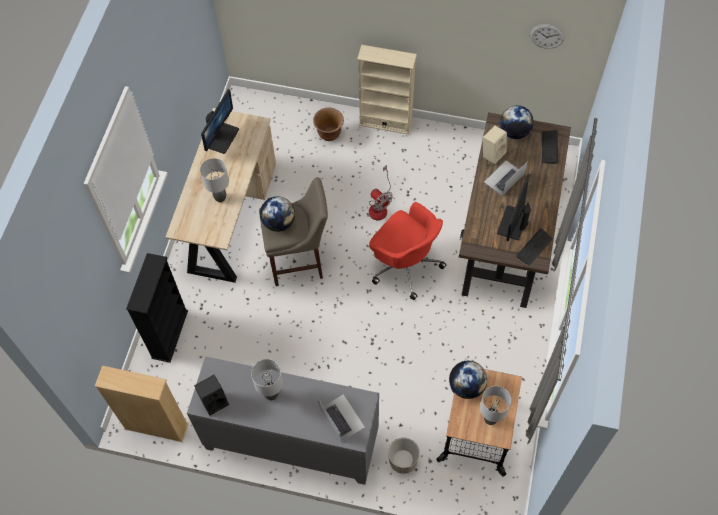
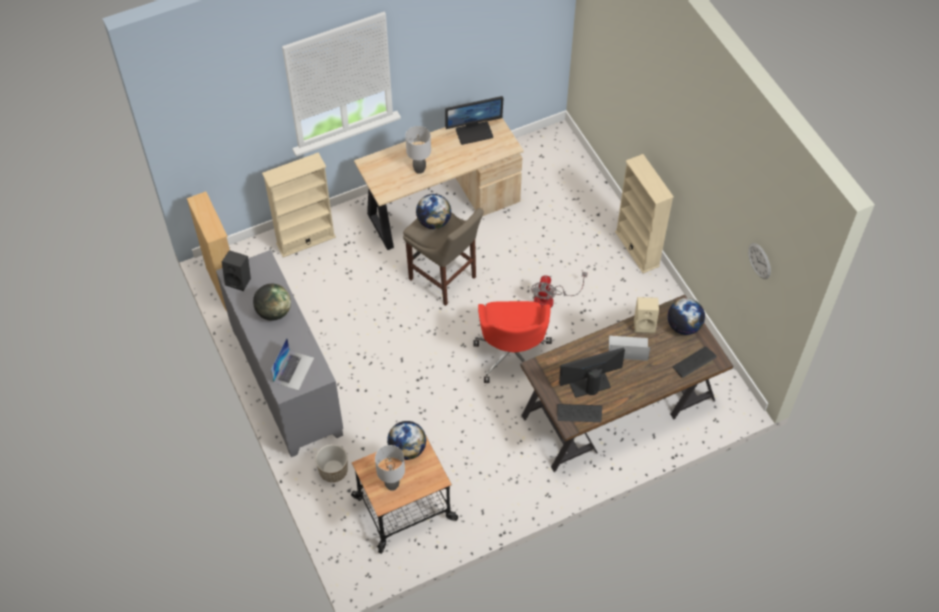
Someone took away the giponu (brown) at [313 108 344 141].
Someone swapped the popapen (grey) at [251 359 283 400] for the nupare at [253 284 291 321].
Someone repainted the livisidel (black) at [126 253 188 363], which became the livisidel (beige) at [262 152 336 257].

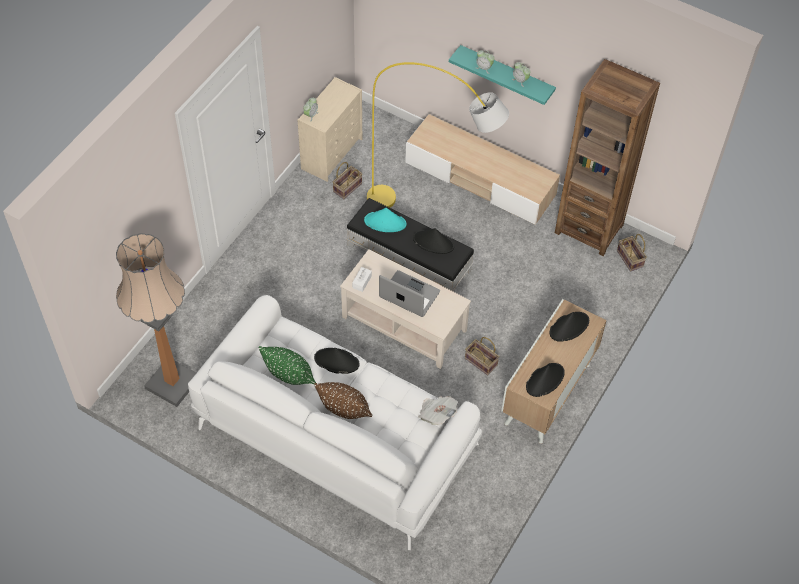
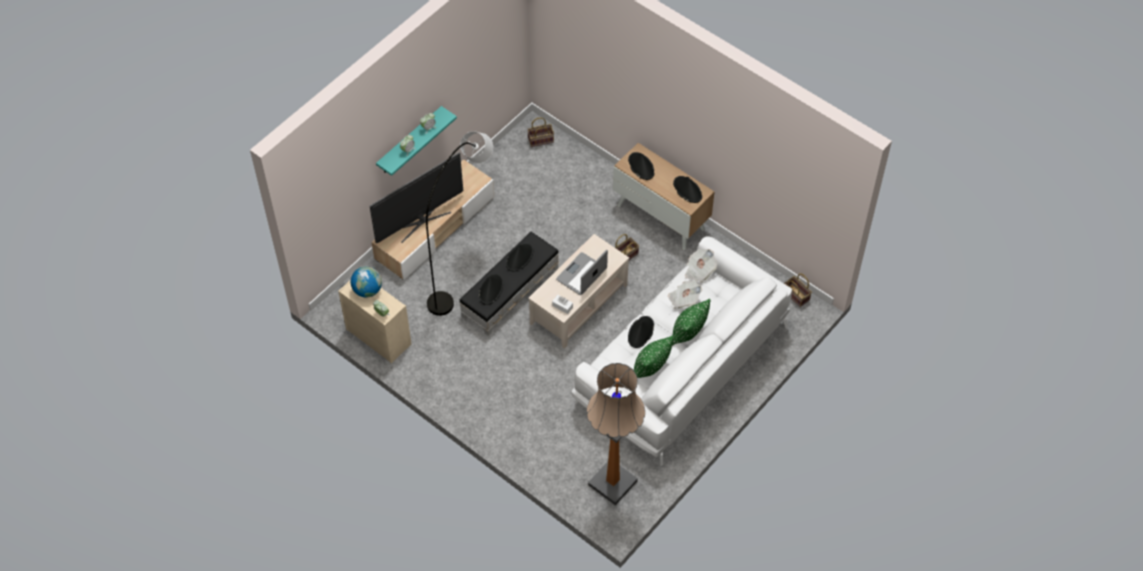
Someone took away the livisidel (brown) at [555 59 660 256].
Someone put down the nupare at [351 266 382 297].
Someone put down the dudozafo at [370 152 463 243].
Someone put down the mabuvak at [668 280 702 309].
Someone carried the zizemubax from [332 162 362 199] to [784 273 812 307].
Someone repainted the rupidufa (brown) at [314 382 372 419], which became the rupidufa (green) at [673 299 710 345].
Someone repainted the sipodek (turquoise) at [364 208 407 232], which became the sipodek (black) at [479 274 503 305].
Someone repainted the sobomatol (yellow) at [367 62 509 208], which became the sobomatol (grey) at [426 131 493 316].

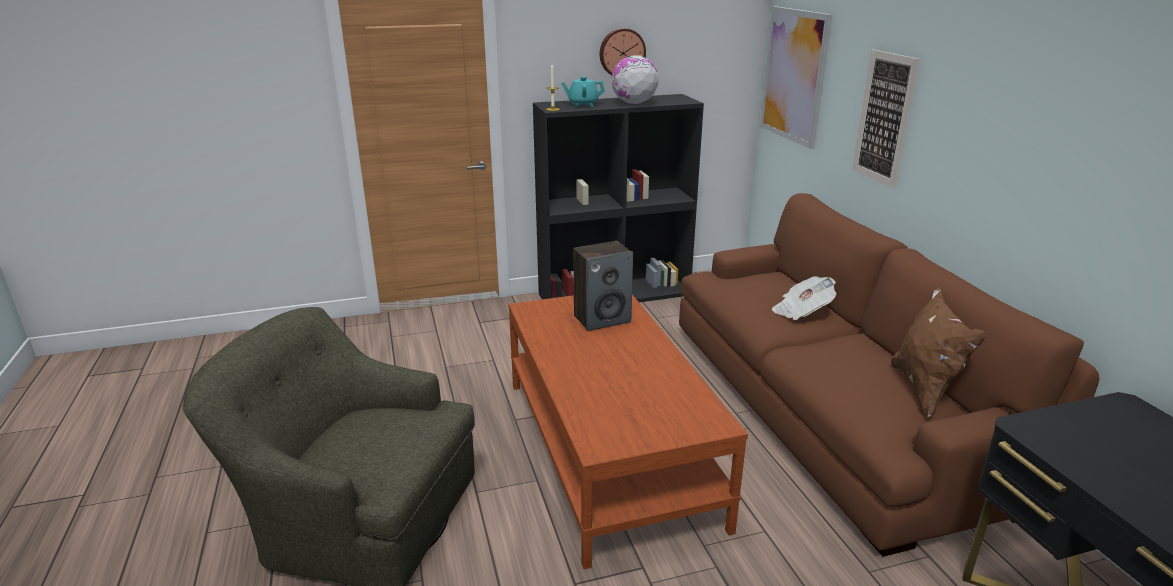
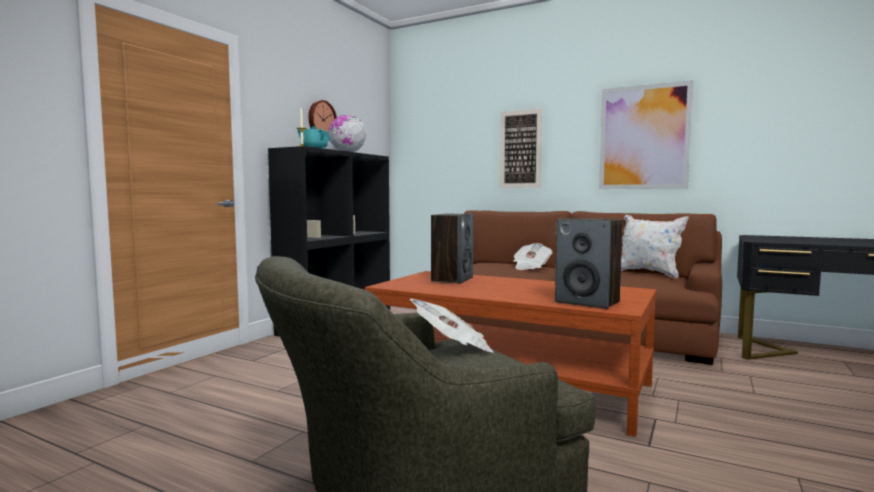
Someone put down the mabuvak at [410 299 495 353].
Someone put down the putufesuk at [555 218 623 309].
Someone carried the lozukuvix from [760 6 832 149] to [599 80 693 189].
Someone repainted the rupidufa (brown) at [891 286 987 418], which became the rupidufa (white) at [621 215 689 278].

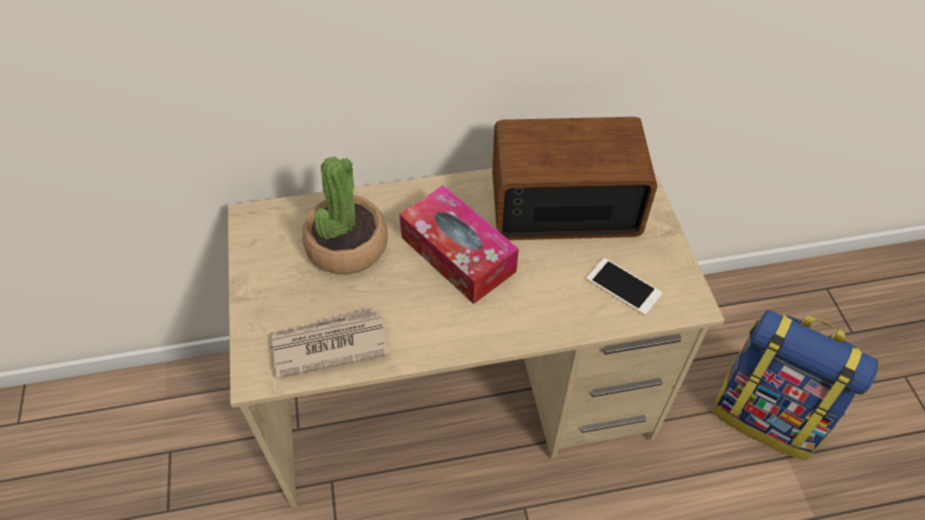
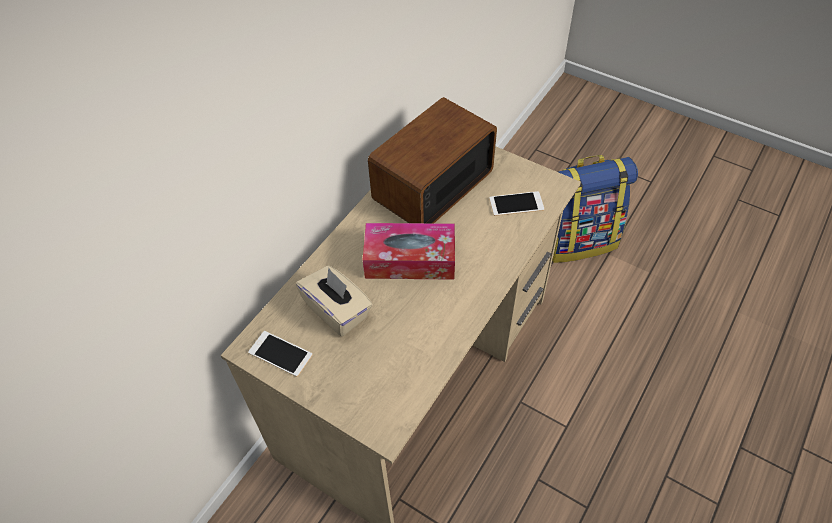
Someone took away the mabuvak at [269 307 389 379].
Someone put down the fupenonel at [248 331 313 377].
Someone swapped the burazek at [302 157 388 274] for the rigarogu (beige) at [296 265 373 337].

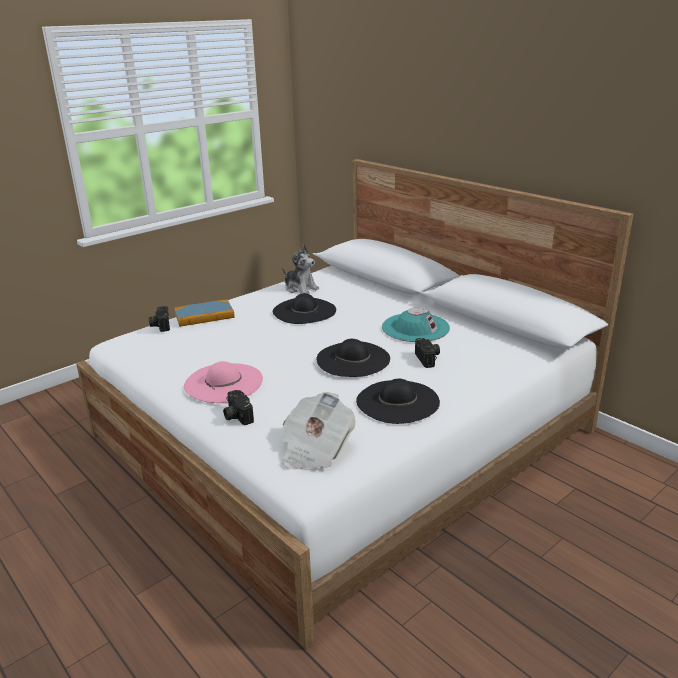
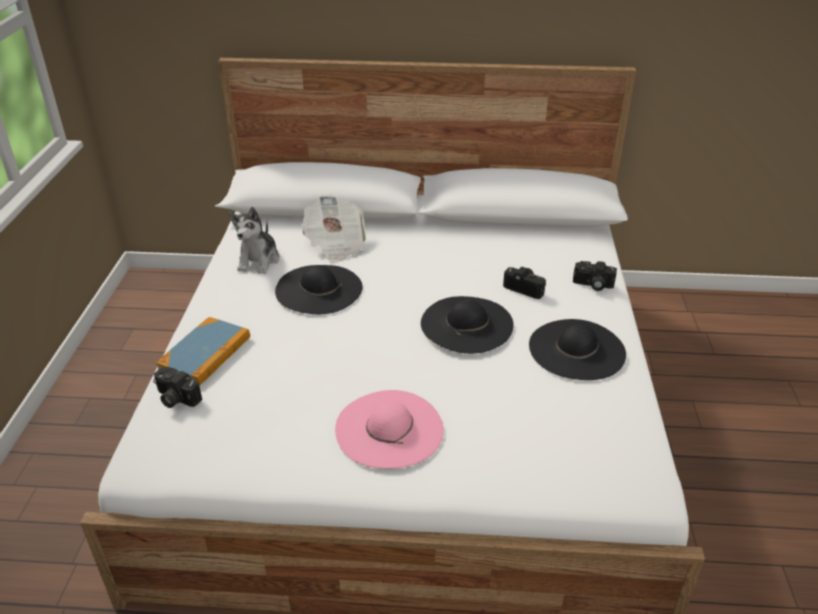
Someone took away the sipodek (turquoise) at [382 308 450 342].
Someone carried the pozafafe from [223 390 254 425] to [573 261 617 291].
Someone carried the mabuvak from [281 392 356 469] to [302 195 366 263].
Someone rotated the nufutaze at [282 245 319 294] by 105 degrees clockwise.

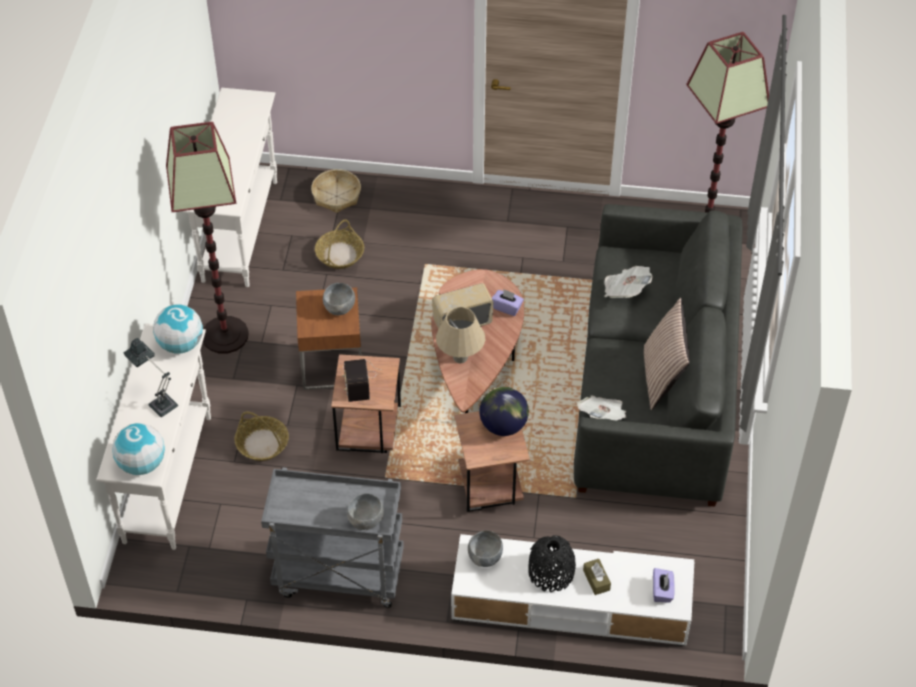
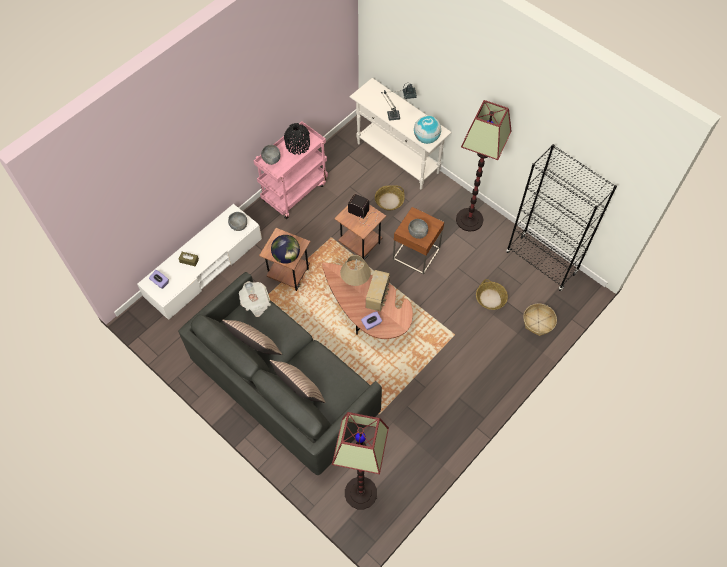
Someone took away the nupare at [112 423 165 475].
Someone took away the mabuvak at [604 266 653 298].
Someone put down the rupidufa at [269 360 326 403].
Someone carried the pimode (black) from [528 535 576 592] to [284 123 310 154].
Someone swapped the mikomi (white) at [183 88 277 287] for the livisidel (black) at [506 144 617 291].
Someone repainted the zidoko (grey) at [261 467 404 608], which became the zidoko (pink) at [254 121 328 219].

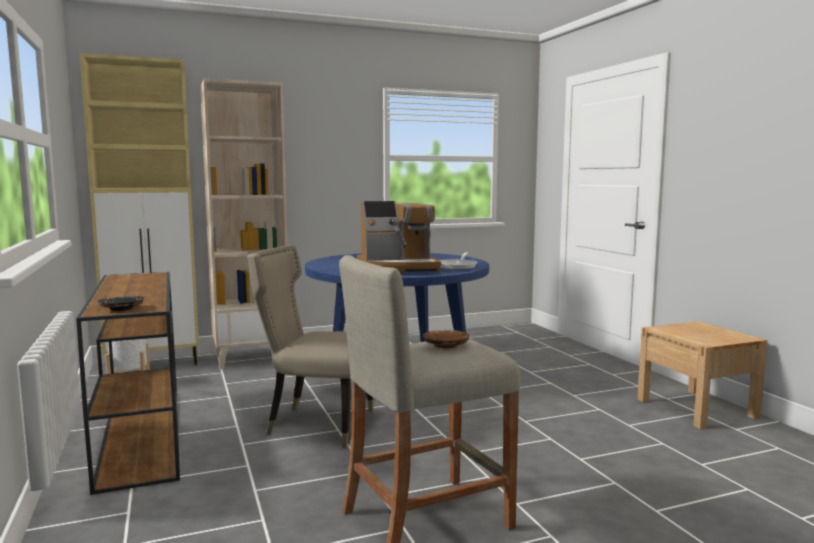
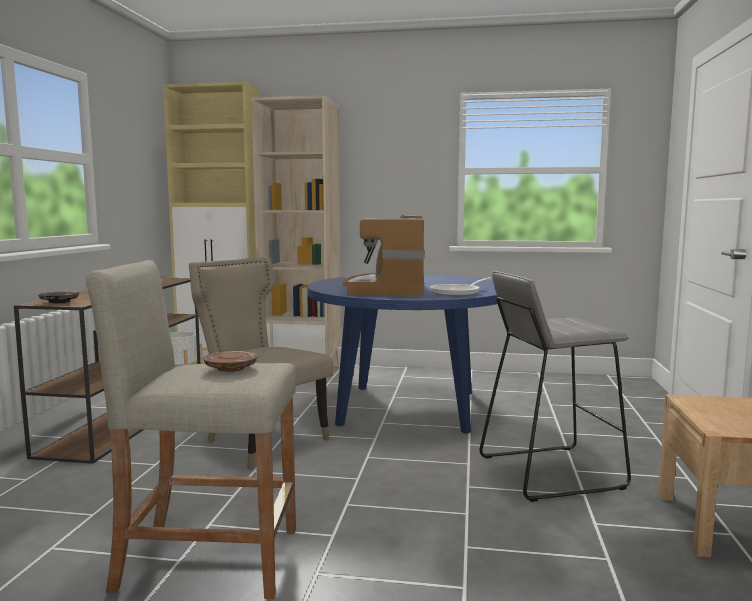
Someone put down the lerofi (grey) at [480 271 631 502].
Someone rotated the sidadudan at [357 201 441 274] by 75 degrees clockwise.

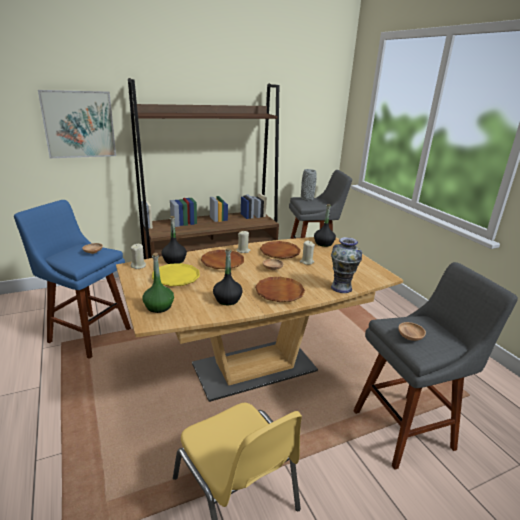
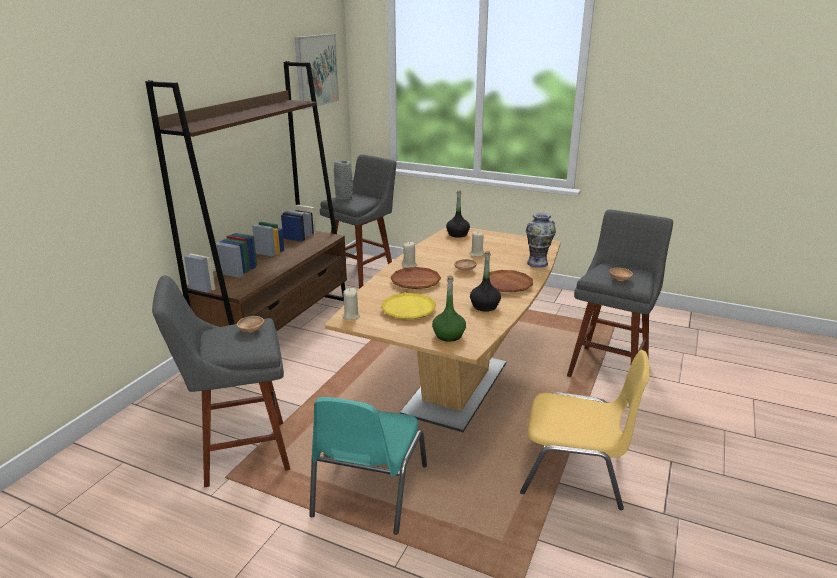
Someone took away the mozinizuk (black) at [161 216 187 264].
Someone took away the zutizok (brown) at [260 241 301 259].
Someone put down the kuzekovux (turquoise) at [309 397 427 535].
Someone carried the lozukuvix from [38 90 116 158] to [295 34 339 110].
Someone repainted the lerofi (blue) at [14 200 131 359], which became the lerofi (grey) at [152 276 290 488].

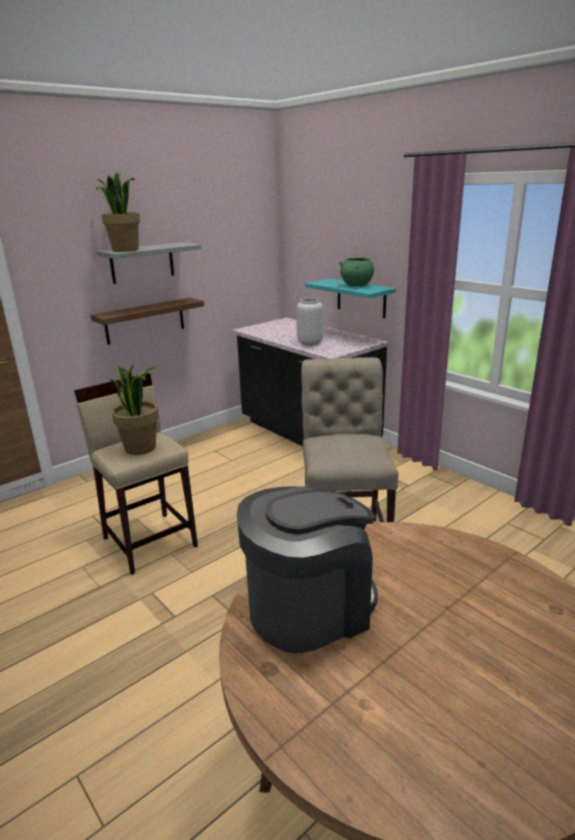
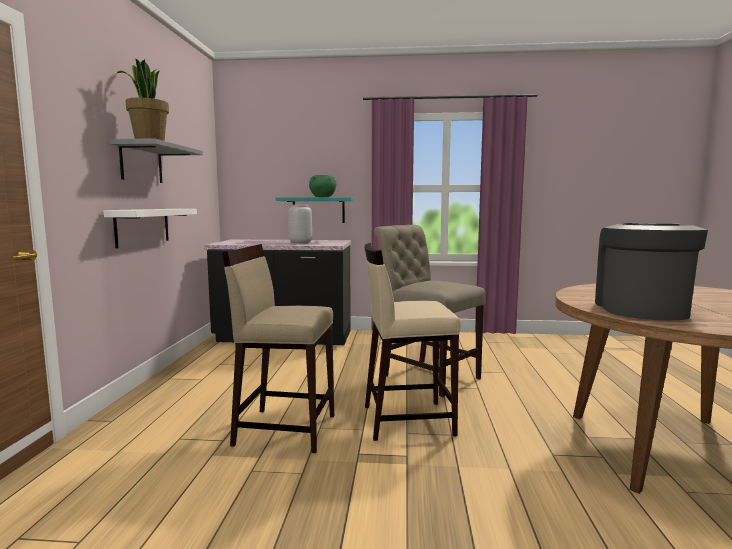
Someone took away the burazek at [109 365 159 455].
Someone put down the lerofi (beige) at [365 243 461 441].
Someone repainted the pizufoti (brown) at [91 298 204 345], which became the pizufoti (white) at [104 209 197 249].

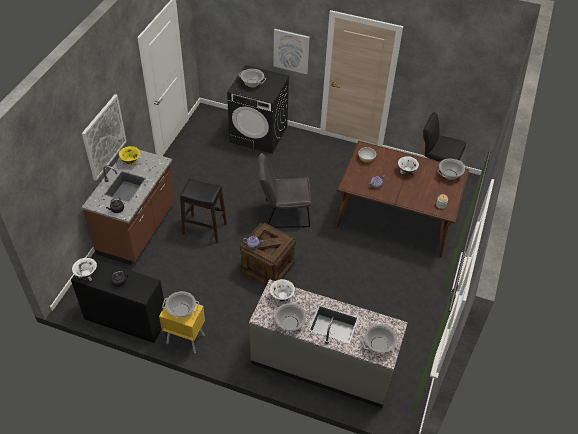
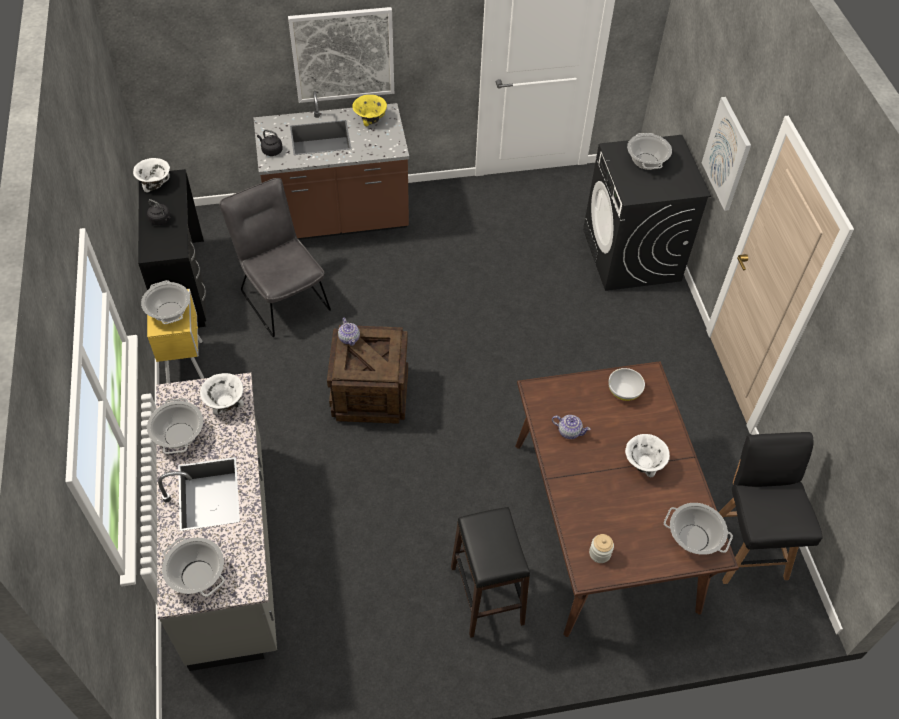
Someone carried the lerofi (black) from [180 179 227 243] to [451 507 530 638].
Someone carried the kuzekovux (grey) from [258 152 311 228] to [219 178 331 337].

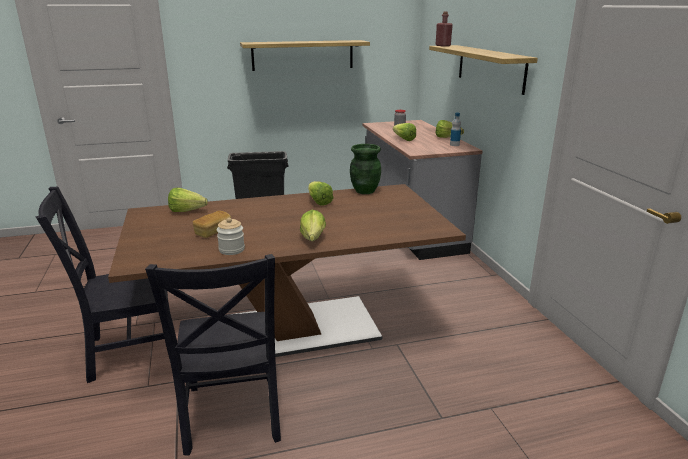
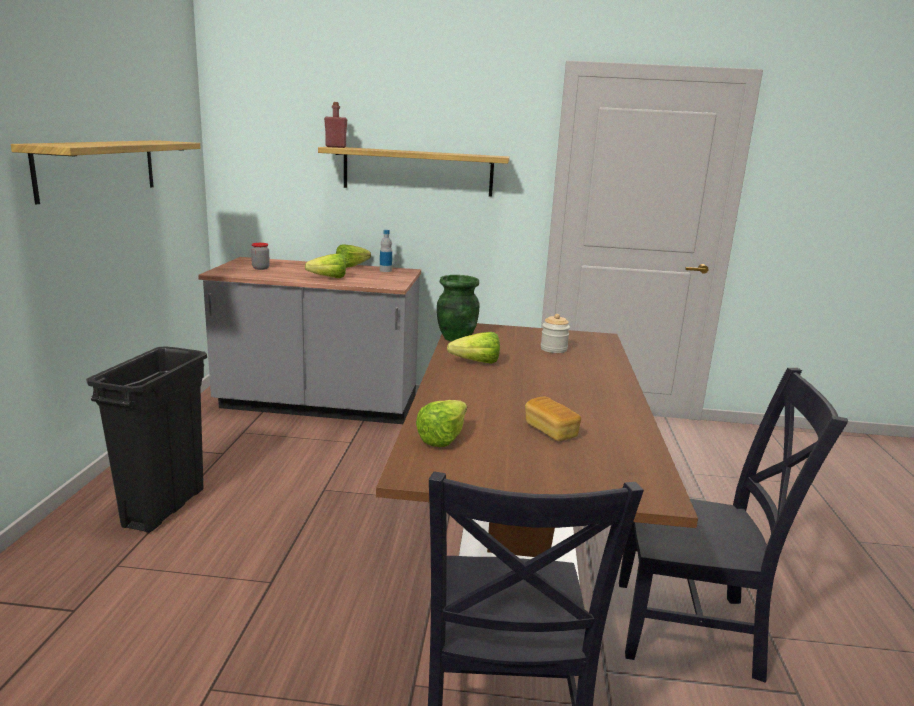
Someone took away the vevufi at [300 210 326 241].
Someone carried the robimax from [217 218 245 255] to [541 314 570 353].

